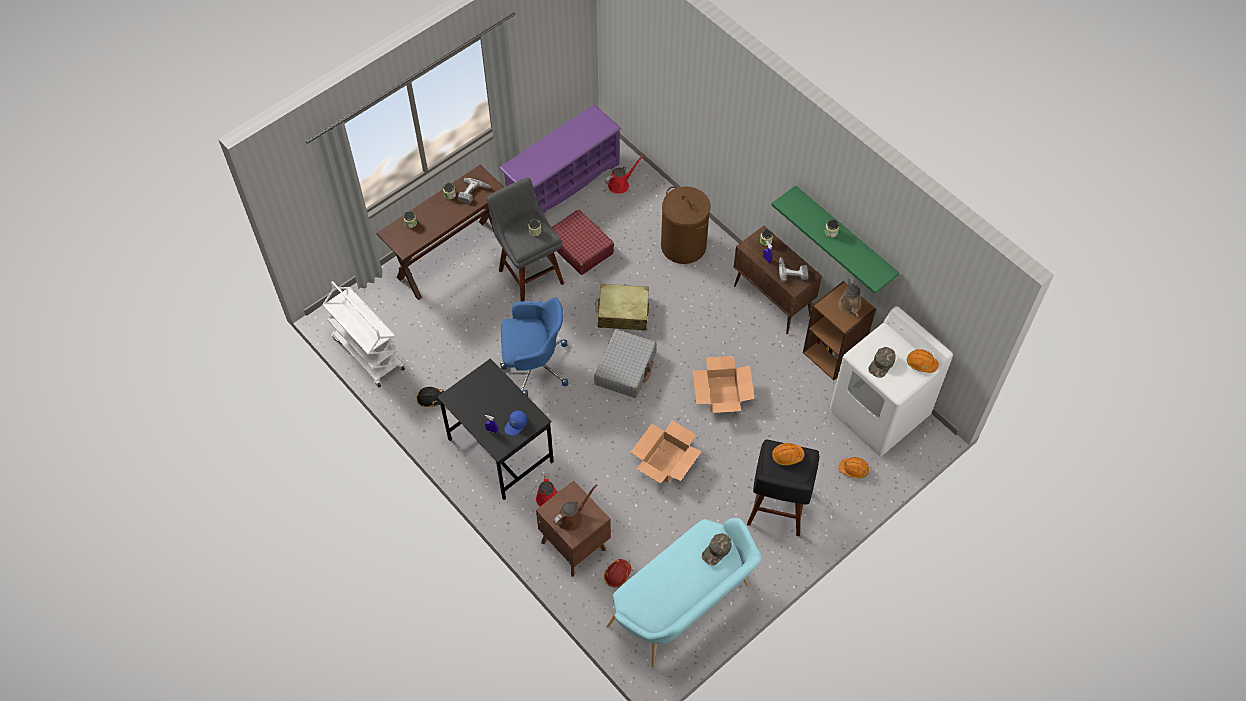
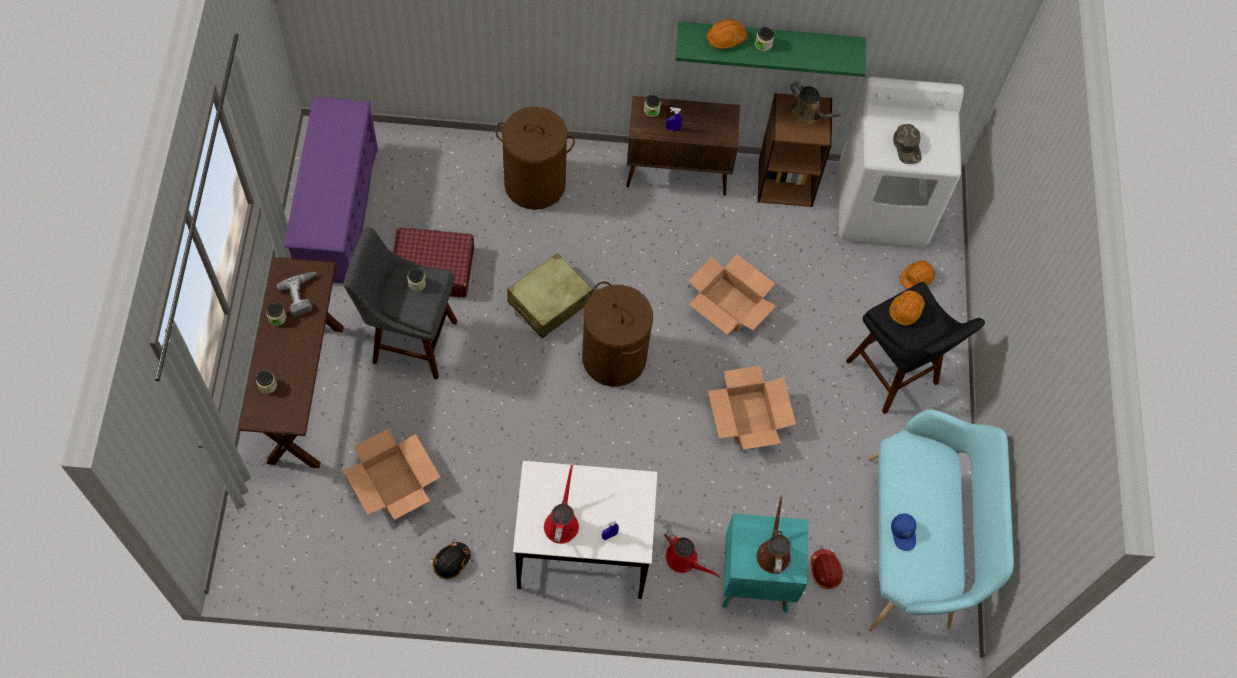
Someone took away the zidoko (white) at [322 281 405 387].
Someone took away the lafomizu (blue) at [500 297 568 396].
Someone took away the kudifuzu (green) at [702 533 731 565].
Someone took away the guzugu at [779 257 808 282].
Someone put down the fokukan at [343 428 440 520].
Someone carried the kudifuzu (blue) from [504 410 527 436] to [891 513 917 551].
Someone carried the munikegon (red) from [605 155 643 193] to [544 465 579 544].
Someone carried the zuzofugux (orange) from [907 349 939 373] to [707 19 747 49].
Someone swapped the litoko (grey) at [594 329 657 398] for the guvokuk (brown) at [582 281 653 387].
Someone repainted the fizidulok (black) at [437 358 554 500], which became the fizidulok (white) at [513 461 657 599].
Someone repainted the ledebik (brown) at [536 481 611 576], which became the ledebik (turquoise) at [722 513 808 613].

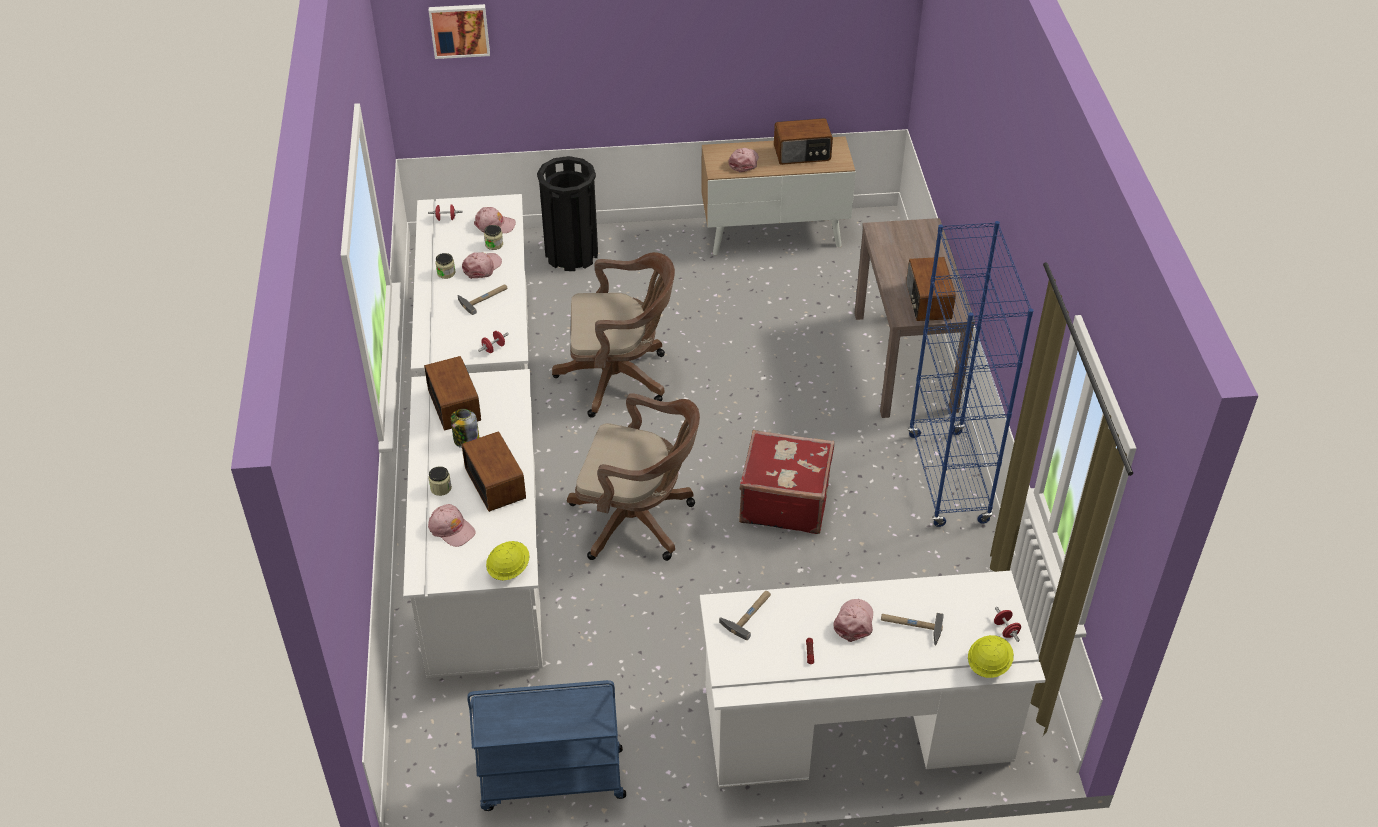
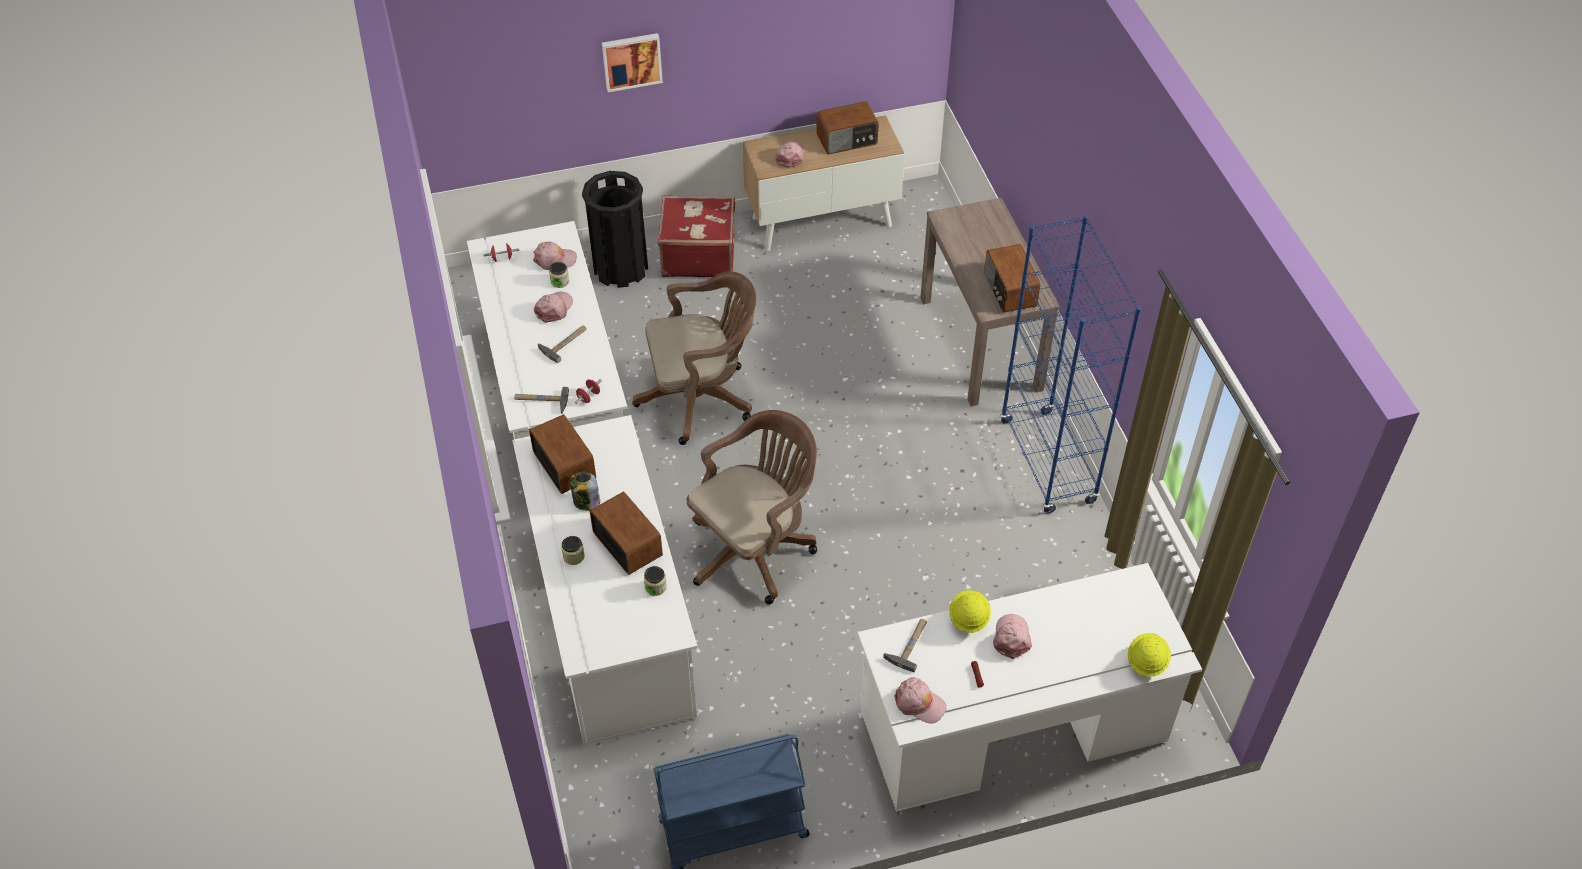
Someone took away the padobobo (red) at [994 607 1021 642].
Someone carried the kudifuzu (pink) from [428 504 476 547] to [894 677 947 724].
Someone carried the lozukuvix from [429 4 490 59] to [602 33 663 92].
Someone carried the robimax from [435 253 455 279] to [644 566 667 596].
Someone carried the zuzofugux (yellow) from [486 541 530 580] to [949 590 991 633].
Someone carried the litoko (red) from [739 430 834 534] to [658 195 735 277].
Someone carried the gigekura from [881 613 944 645] to [514 387 569 414].
Someone rotated the lafomizu (brown) at [567 393 700 561] by 45 degrees counterclockwise.

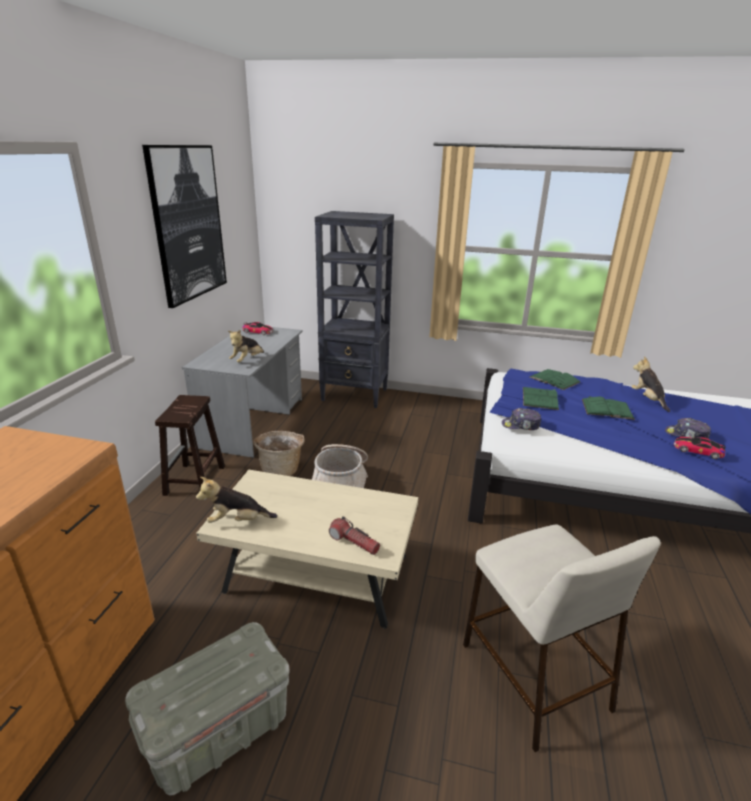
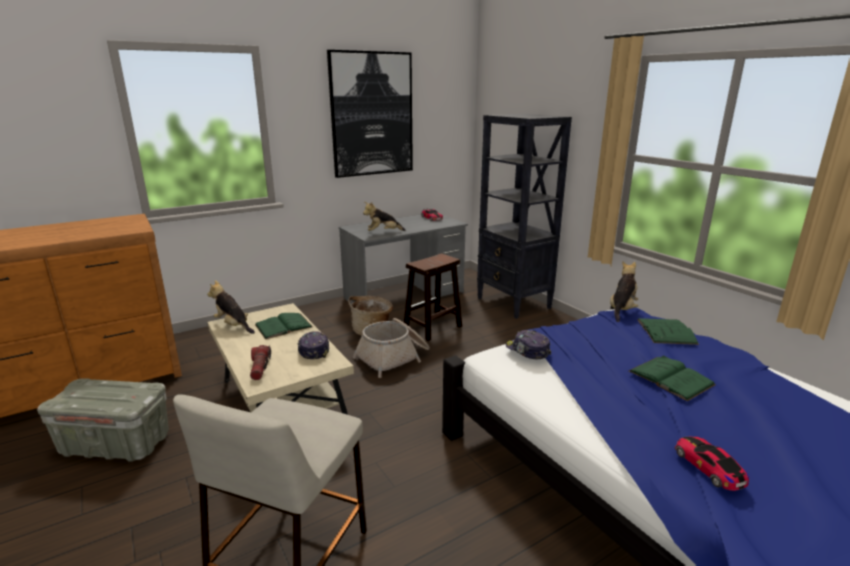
Someone carried the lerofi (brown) from [155 395 225 496] to [404 253 462 341].
Someone carried the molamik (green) from [523 387 559 410] to [255 313 313 339].
Someone carried the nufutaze from [631 356 670 412] to [610 261 638 322].
Someone carried the kudifuzu from [665 418 711 439] to [298 331 329 359].

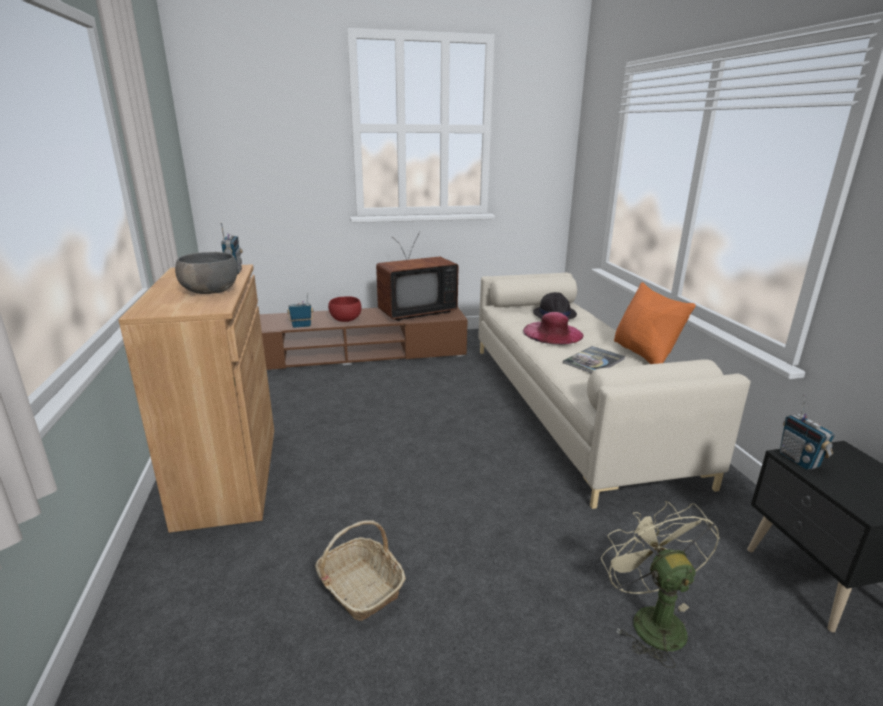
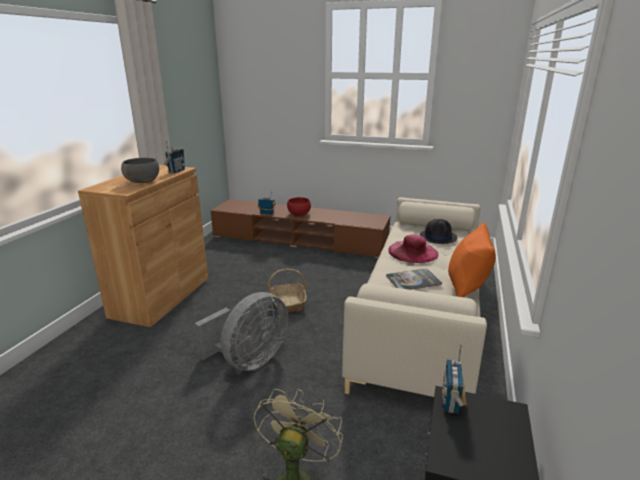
Someone took away the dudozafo at [376 232 459 321].
Someone put down the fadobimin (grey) at [194 292 288 371].
Someone carried the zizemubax from [315 520 406 621] to [268 269 307 313].

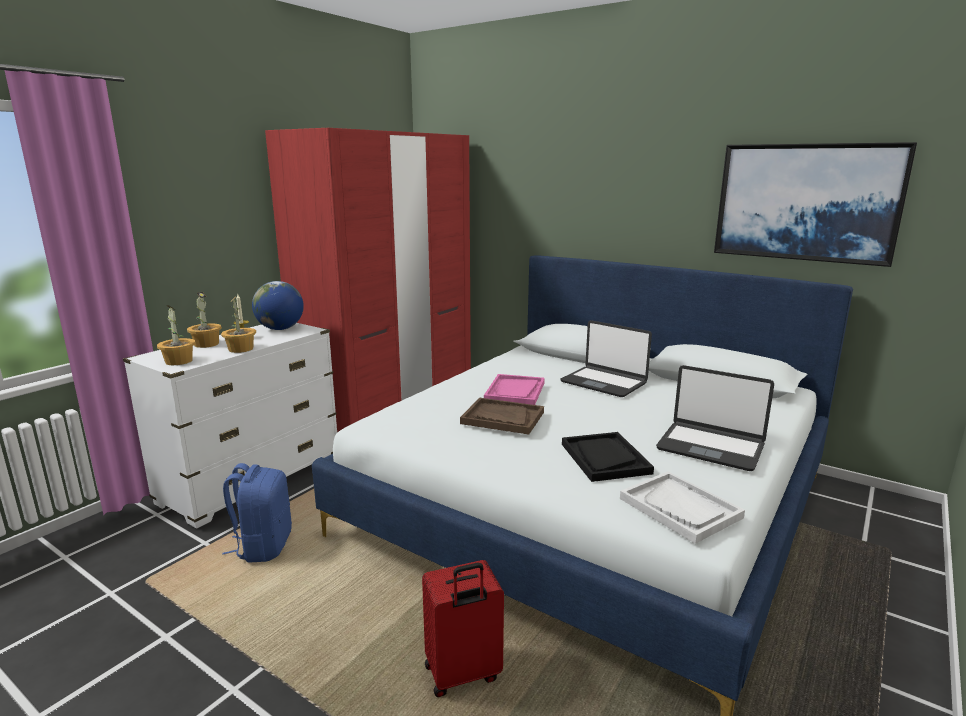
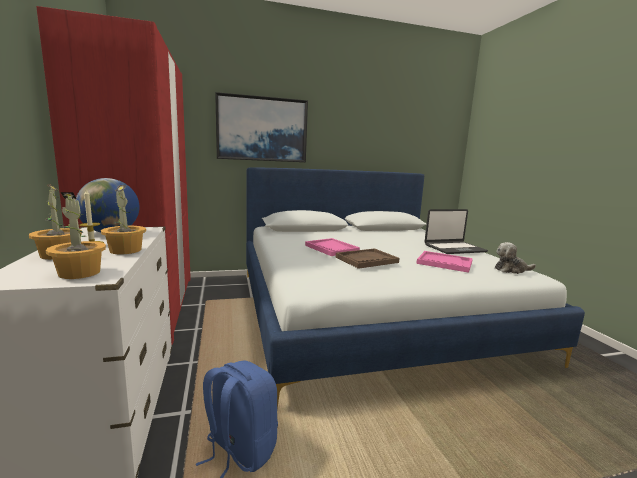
Someone took away the litoko (red) at [422 560 504 697].
Someone took away the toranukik at [560 320 652 397].
Someone carried the lozukuvix from [714 142 917 267] to [215 92 308 162].
Someone swapped the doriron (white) at [620 471 745 544] for the nufutaze at [495 242 536 274].
Someone repainted the doriron (black) at [562 432 654 482], which became the doriron (pink) at [416 251 473 273].

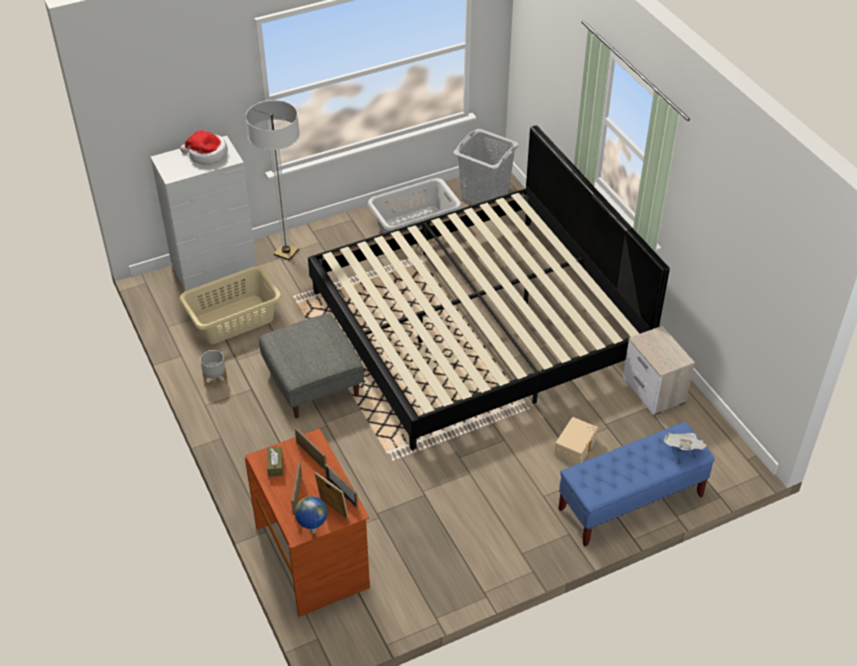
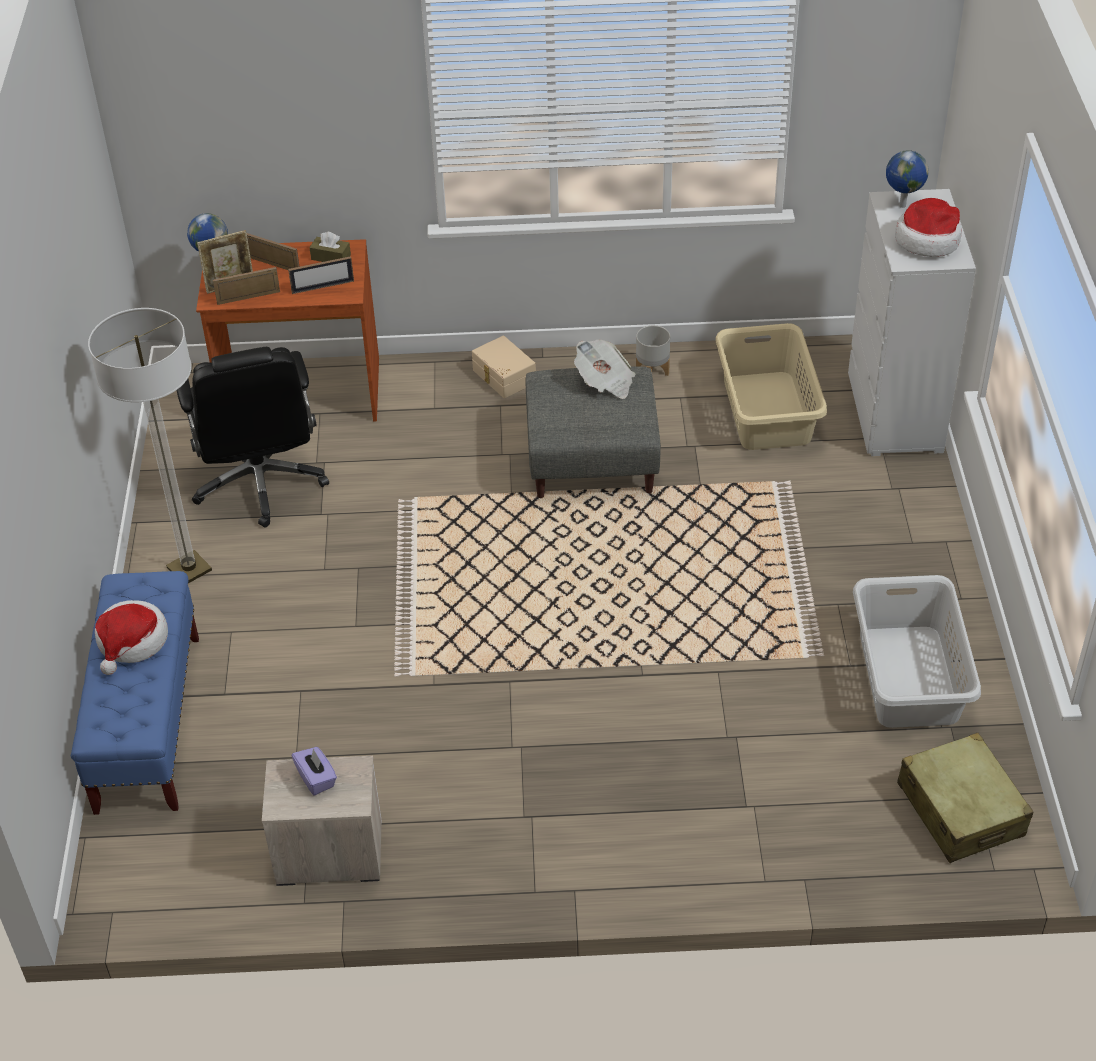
Someone took away the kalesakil at [308 125 670 450].
Someone put down the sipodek at [95 600 168 675].
Someone put down the lafomizu (black) at [176 347 329 528].
Someone put down the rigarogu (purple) at [292 747 337 795].
Someone put down the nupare at [886 150 929 208].
Someone carried the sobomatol from [245 100 300 261] to [88 308 212 583].
Someone carried the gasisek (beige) from [554 417 598 465] to [472 335 536 398].
Someone carried the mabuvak from [664 433 707 450] to [574 340 635 399].
Someone swapped the guvokuk (grey) at [454 129 519 205] for the litoko (beige) at [897 733 1033 863].

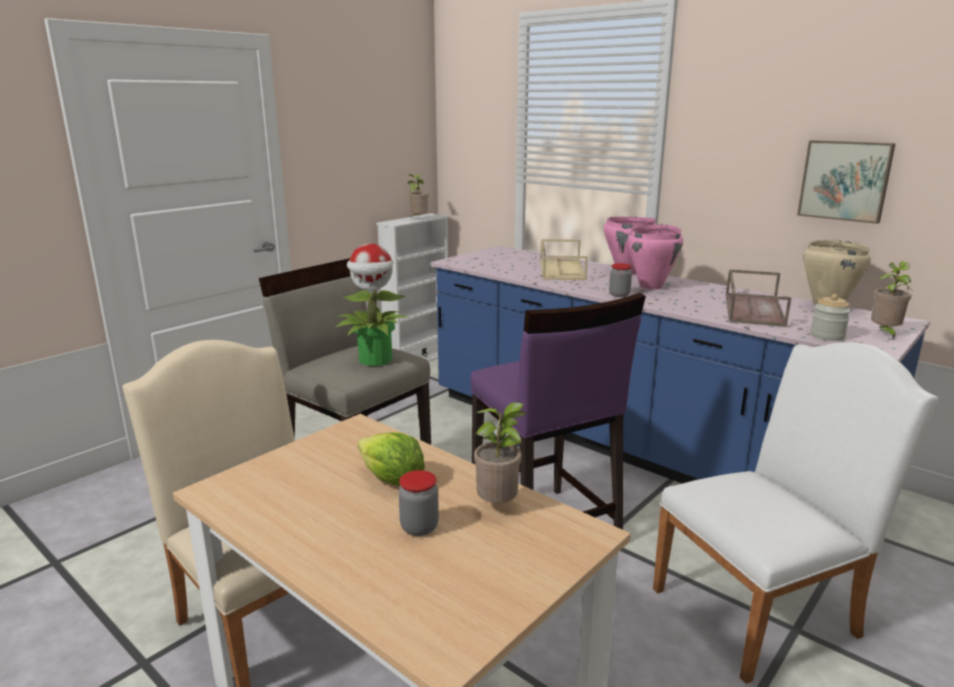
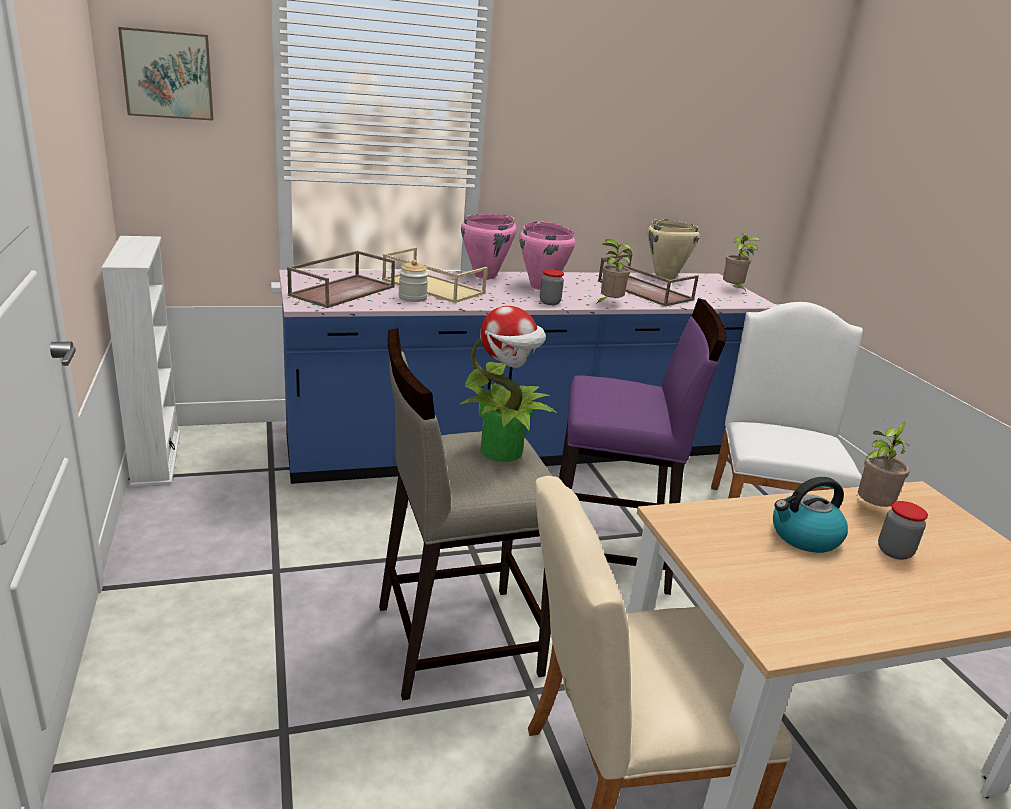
Someone put down the doriron (brown) at [287 251 395 308].
Someone carried the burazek from [408 173 429 218] to [596 239 632 304].
Someone carried the lozukuvix from [797 140 896 224] to [118 27 214 120].
Someone carried the robimax from [810 294 851 341] to [399 260 428 302].
Someone swapped the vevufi at [357 432 425 486] for the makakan at [773 477 848 553].

